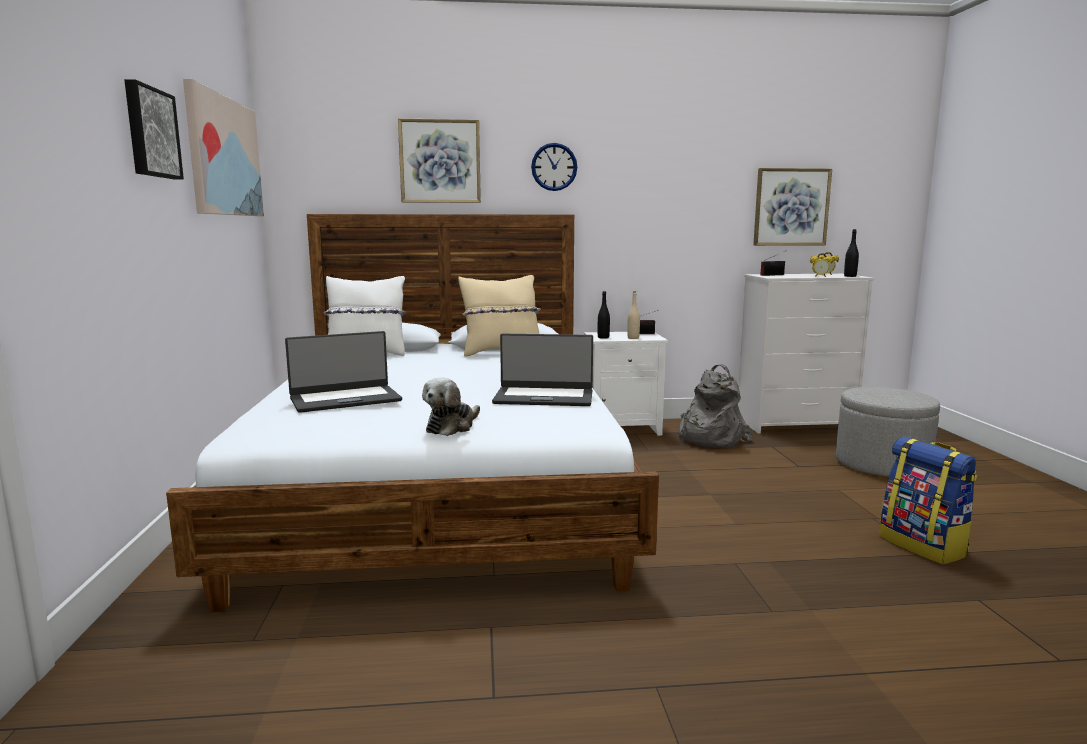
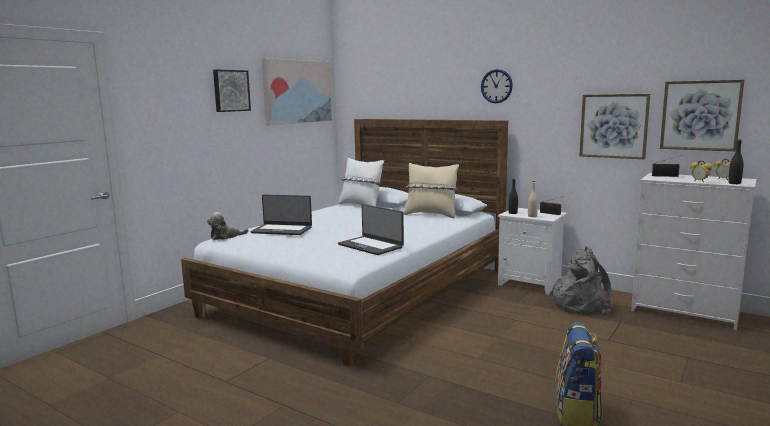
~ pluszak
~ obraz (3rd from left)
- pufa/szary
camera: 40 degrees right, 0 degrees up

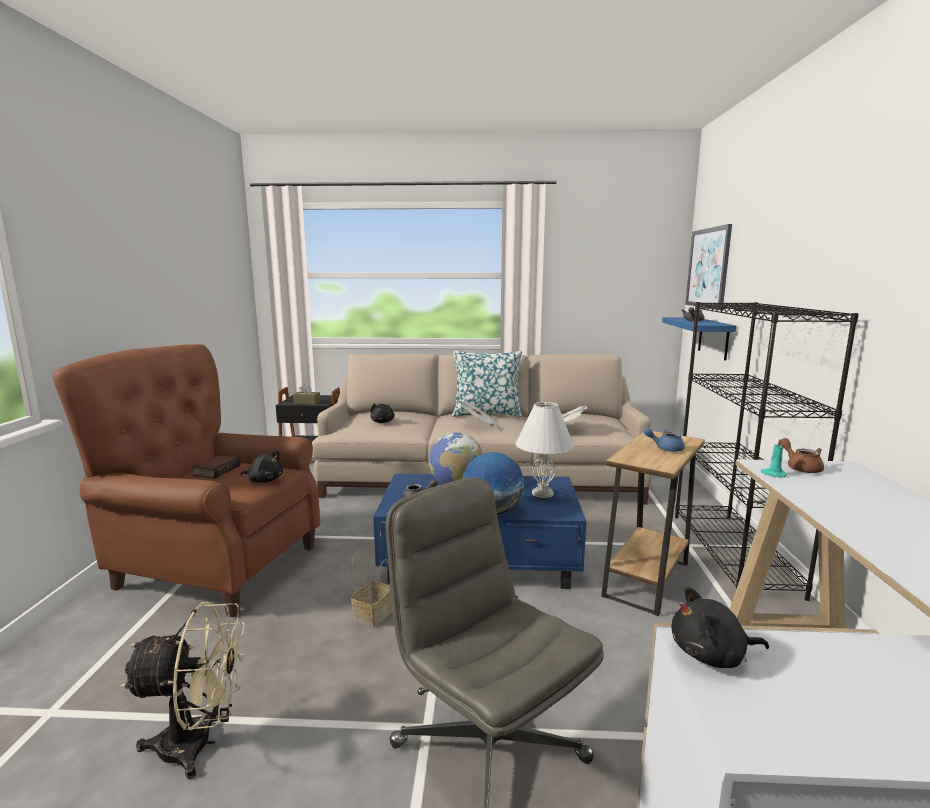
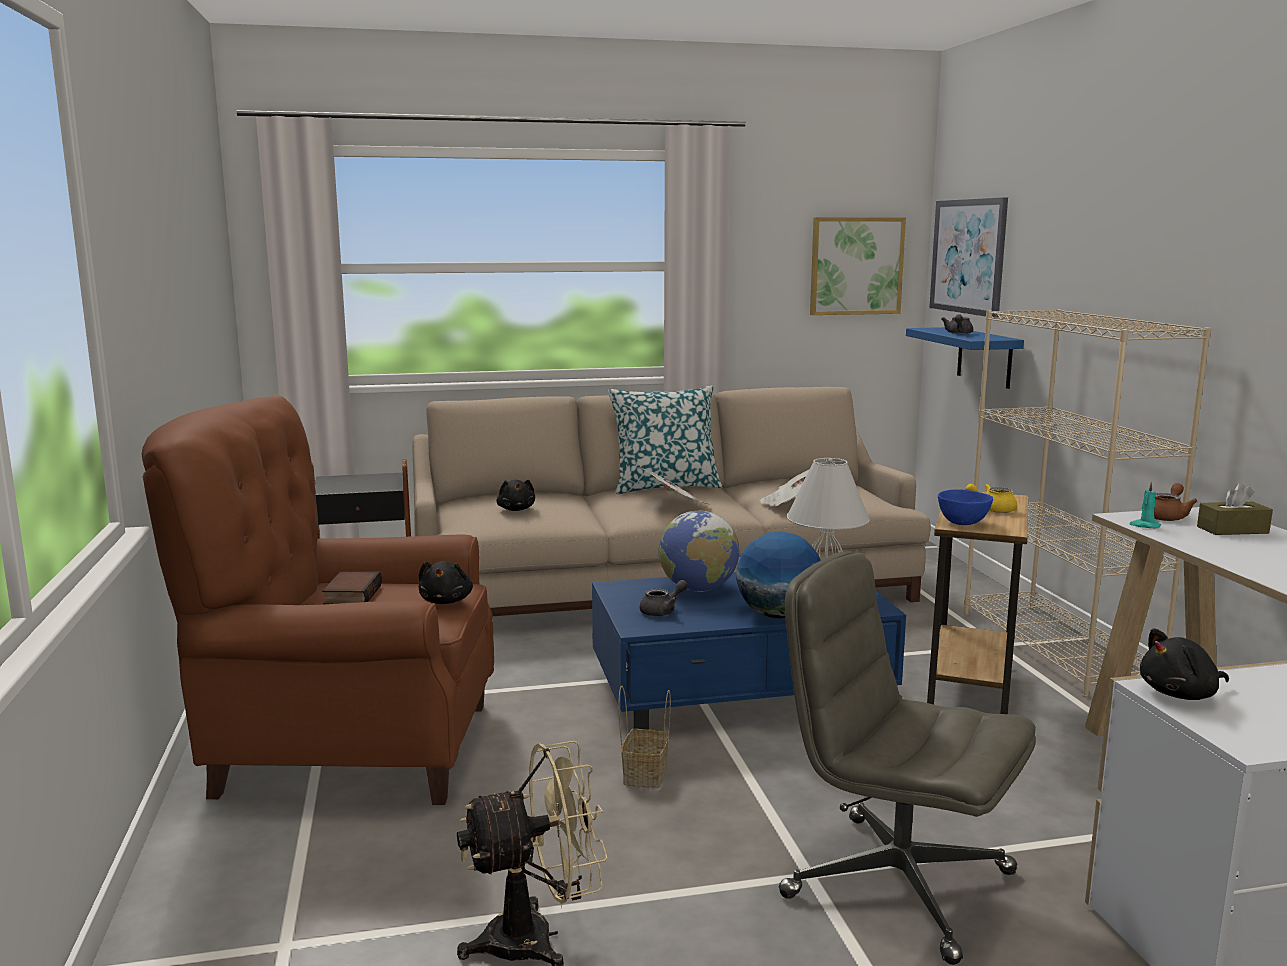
~ pluszak/czarny (1st from left) 90 degrees clockwise
+ obraz (1st from left)
+ miska/niebieski
~ regał/czarny to regał/beżowy
~ imbryk/niebieski to imbryk/żółty
~ imbryk/brązowy 75 degrees clockwise
~ pudełko chusteczek/brązowy
camera: 15 degrees left, 0 degrees up

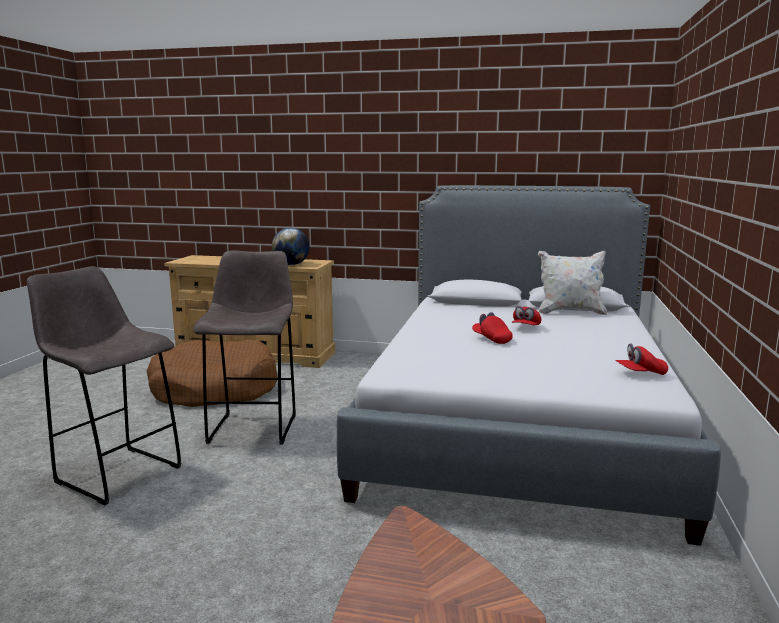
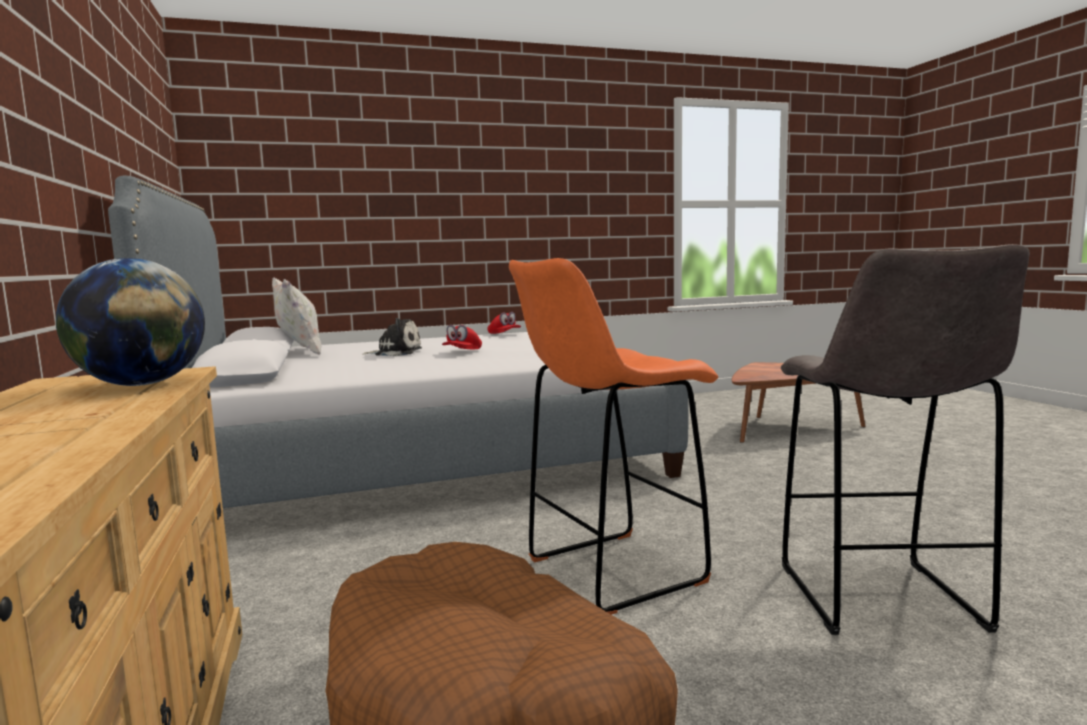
~ czapka z daszkiem/czerwony (2nd from left) to pluszak
~ stołek/szary (2nd from left) to stołek/pomarańczowy
camera: 120 degrees left, 5 degrees down

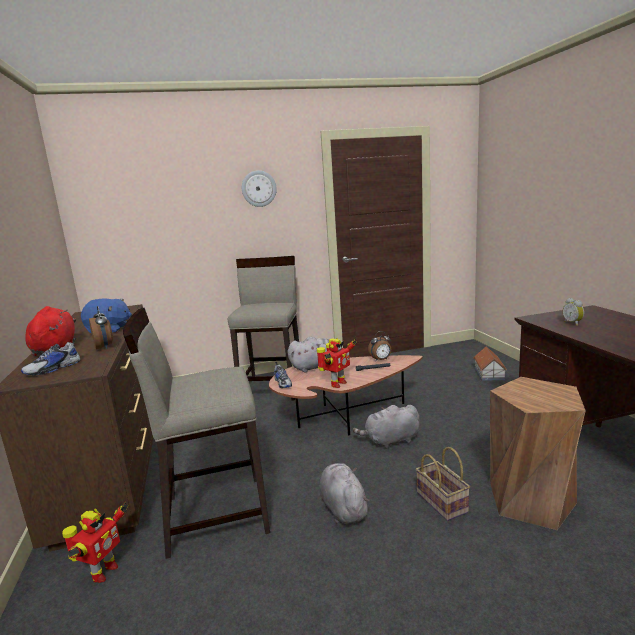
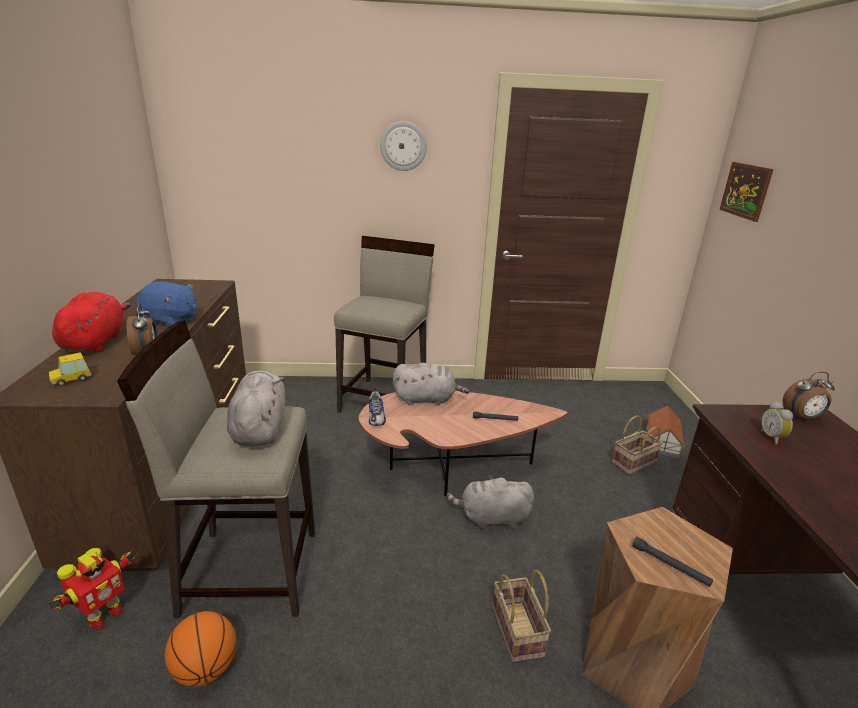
~ but (1st from left) to samochodzik
+ piłka do koszykówki
~ pluszak/szary (2nd from left in the first image) to pluszak/szary (1st from left)
+ koszyk (2nd from left)
+ latarka/czarny (2nd from left)
+ obraz
~ budzik (2nd from left in the first image) to budzik (3rd from left)
- robot zabawkowy (2nd from left)
camera: 10 degrees right, 10 degrees up

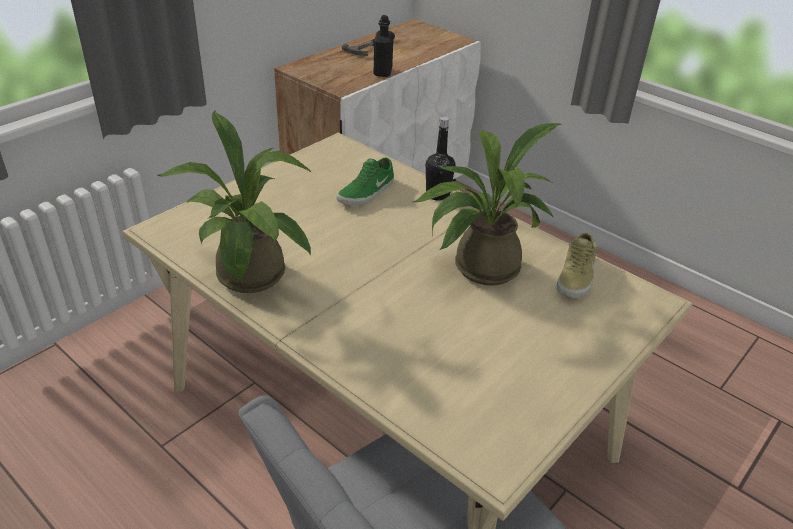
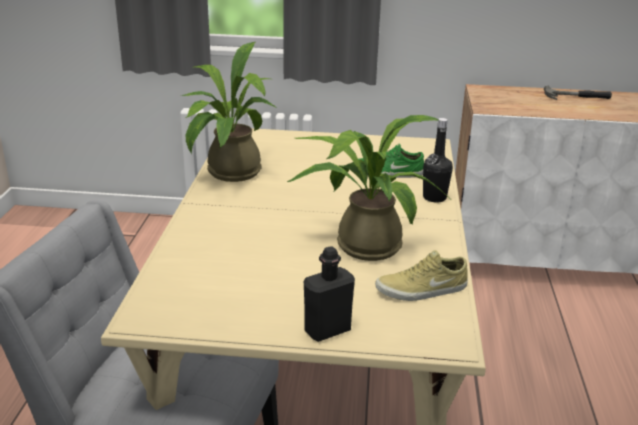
~ butelka/czarny (1st from left)
camera: 55 degrees right, 10 degrees down

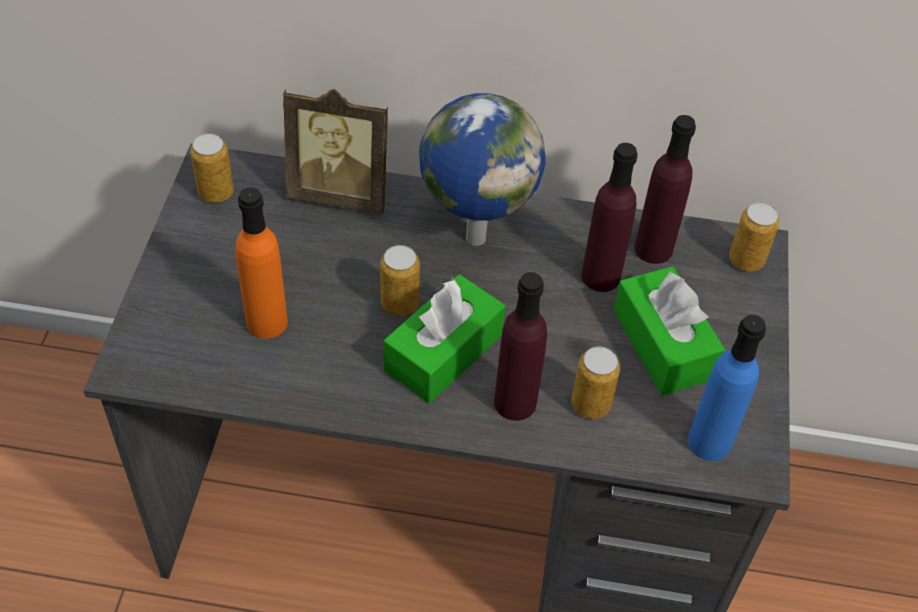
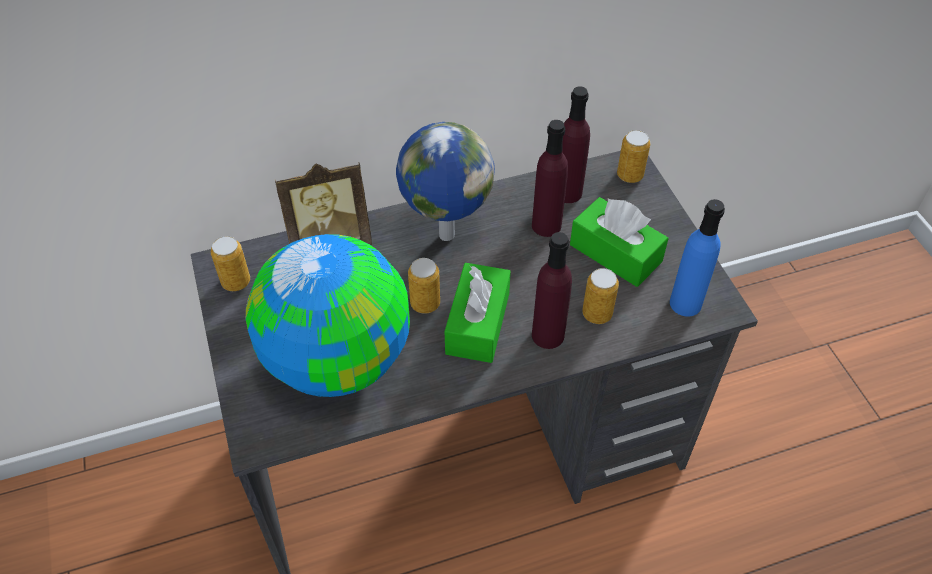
~ butelka/pomarańczowy to globus (1st from left)
camera: 25 degrees left, 0 degrees up

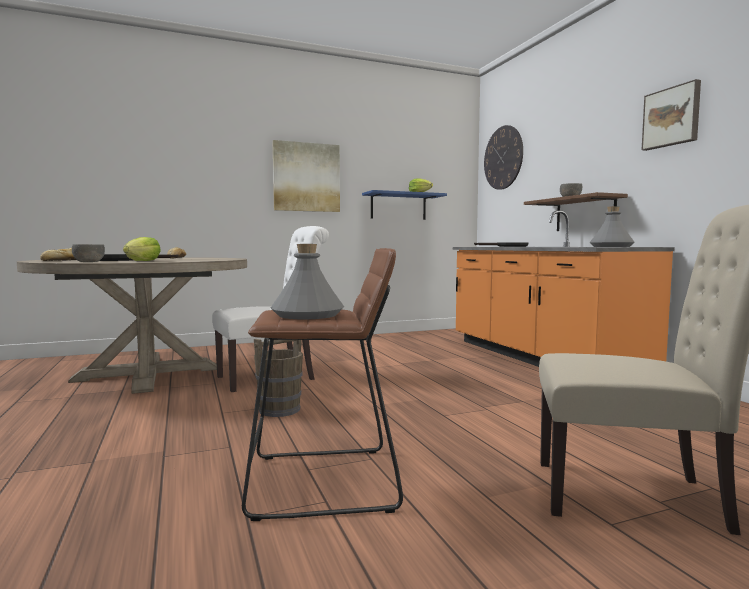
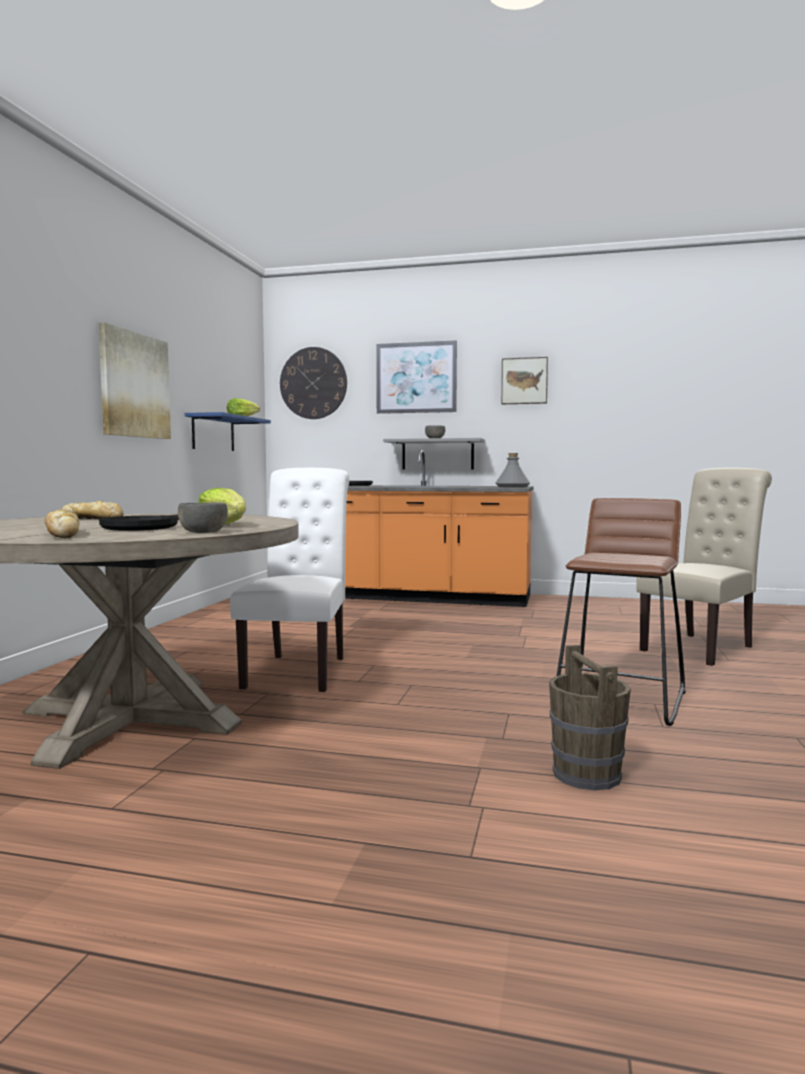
+ obraz (2nd from left)
~ półka/brązowy to półka/szary
~ wiadro/brązowy
- butelka/szary (1st from left)
camera: 55 degrees left, 0 degrees up

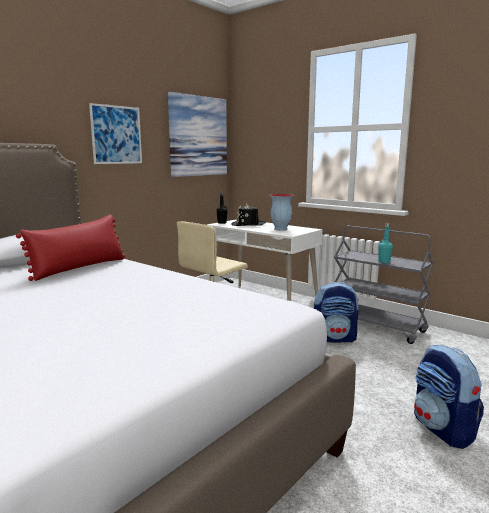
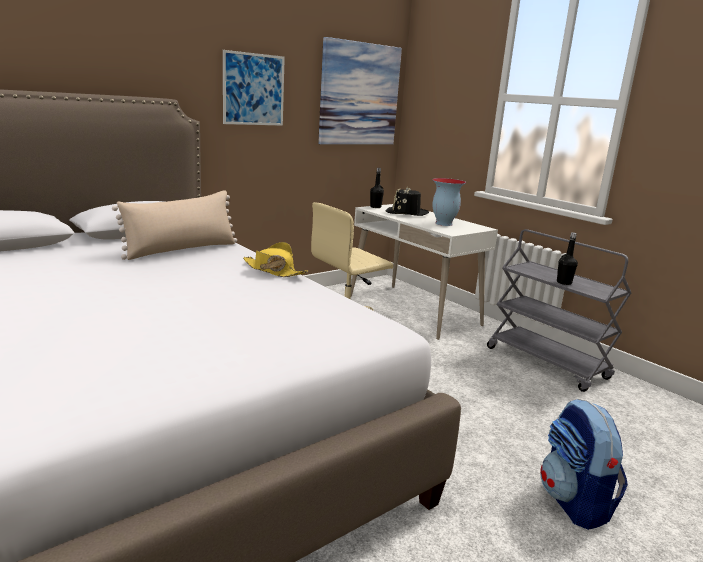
~ poduszka/czerwony to poduszka/beżowy
+ kapelusz/żółty
~ butelka/turkusowy to butelka/czarny (2nd from left)
- plecak (1st from left)
camera: 10 degrees right, 5 degrees up

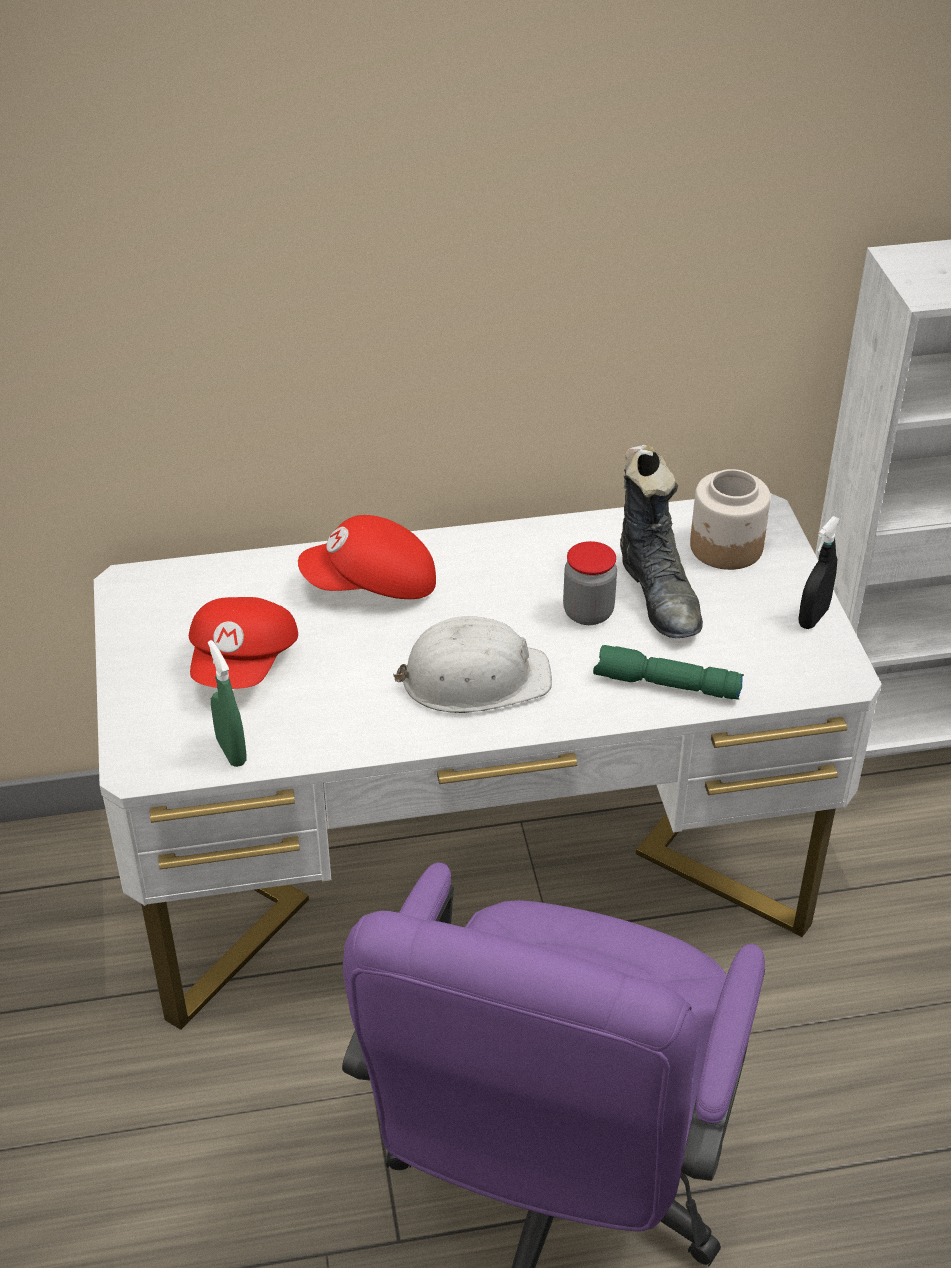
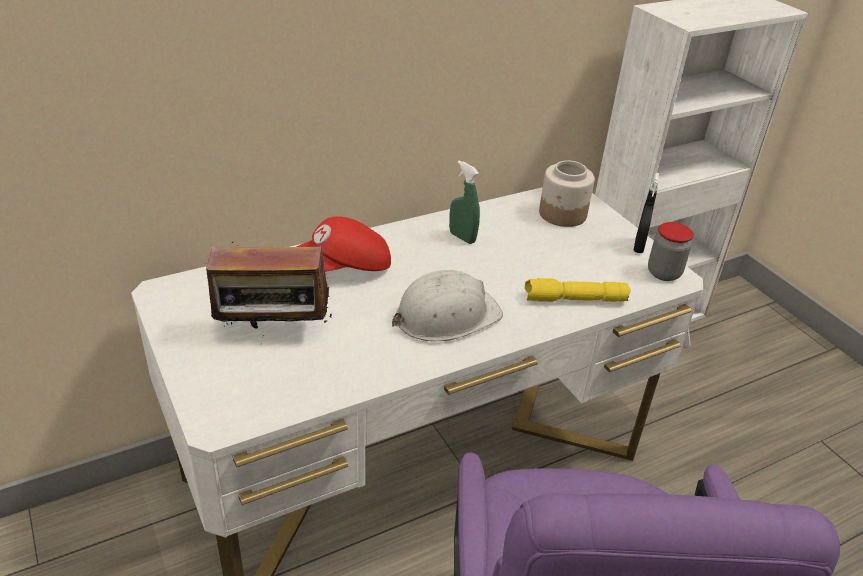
~ czapka z daszkiem/czerwony (1st from left) to radio
~ spryskiwacz/zielony
~ latarka/zielony to latarka/żółty
~ słoik (1st from left in the first image) to słoik (2nd from left)
- but z cholewką/czarny
camera: 20 degrees left, 5 degrees down

